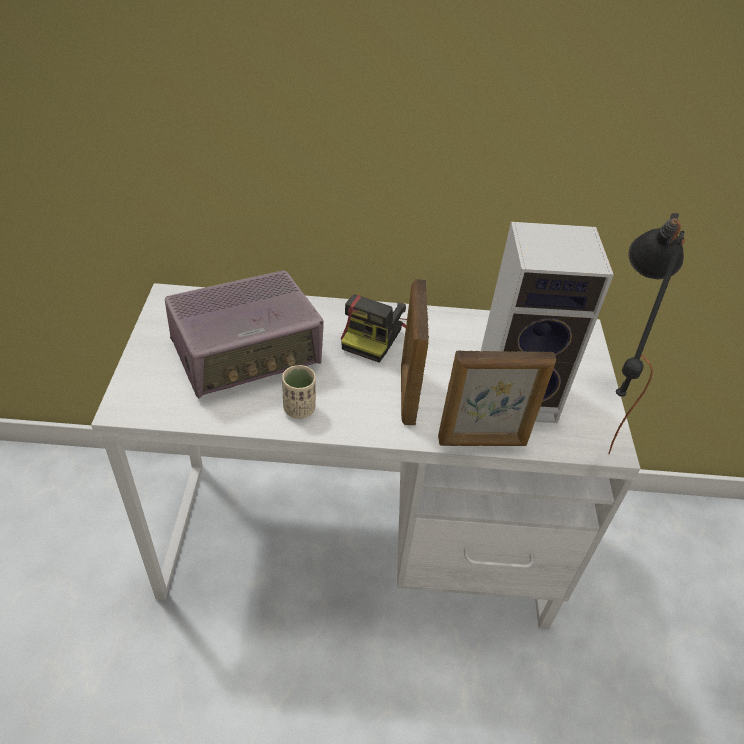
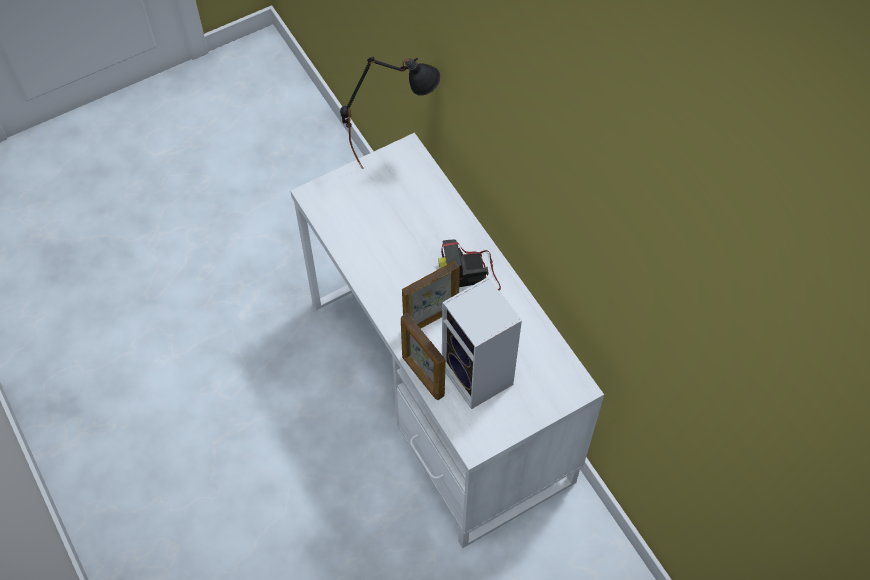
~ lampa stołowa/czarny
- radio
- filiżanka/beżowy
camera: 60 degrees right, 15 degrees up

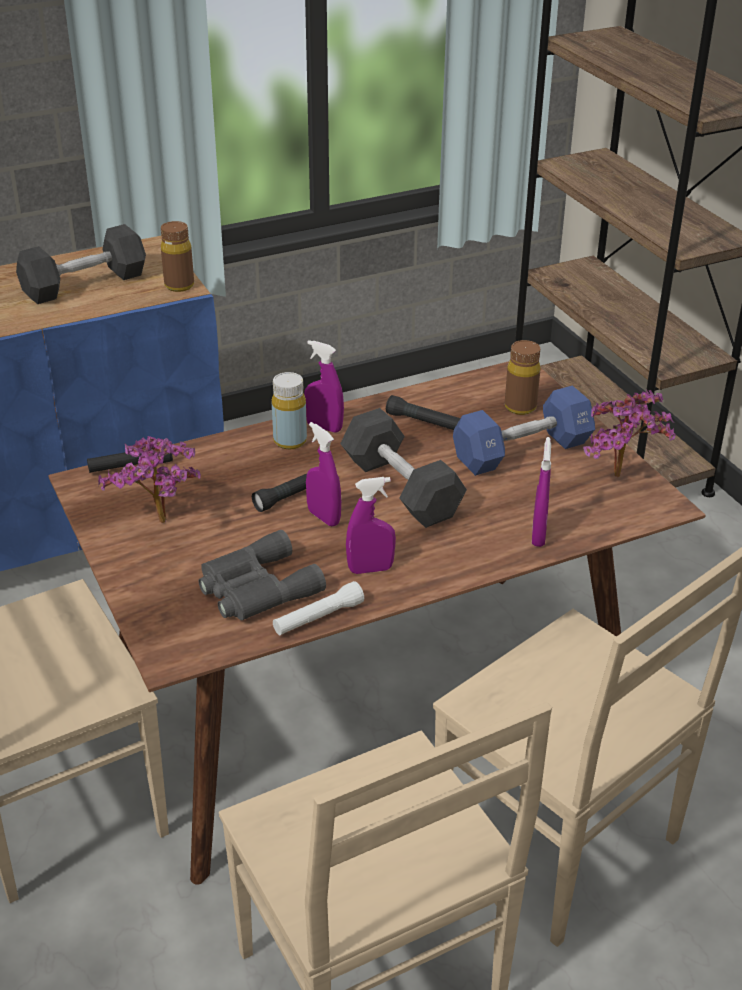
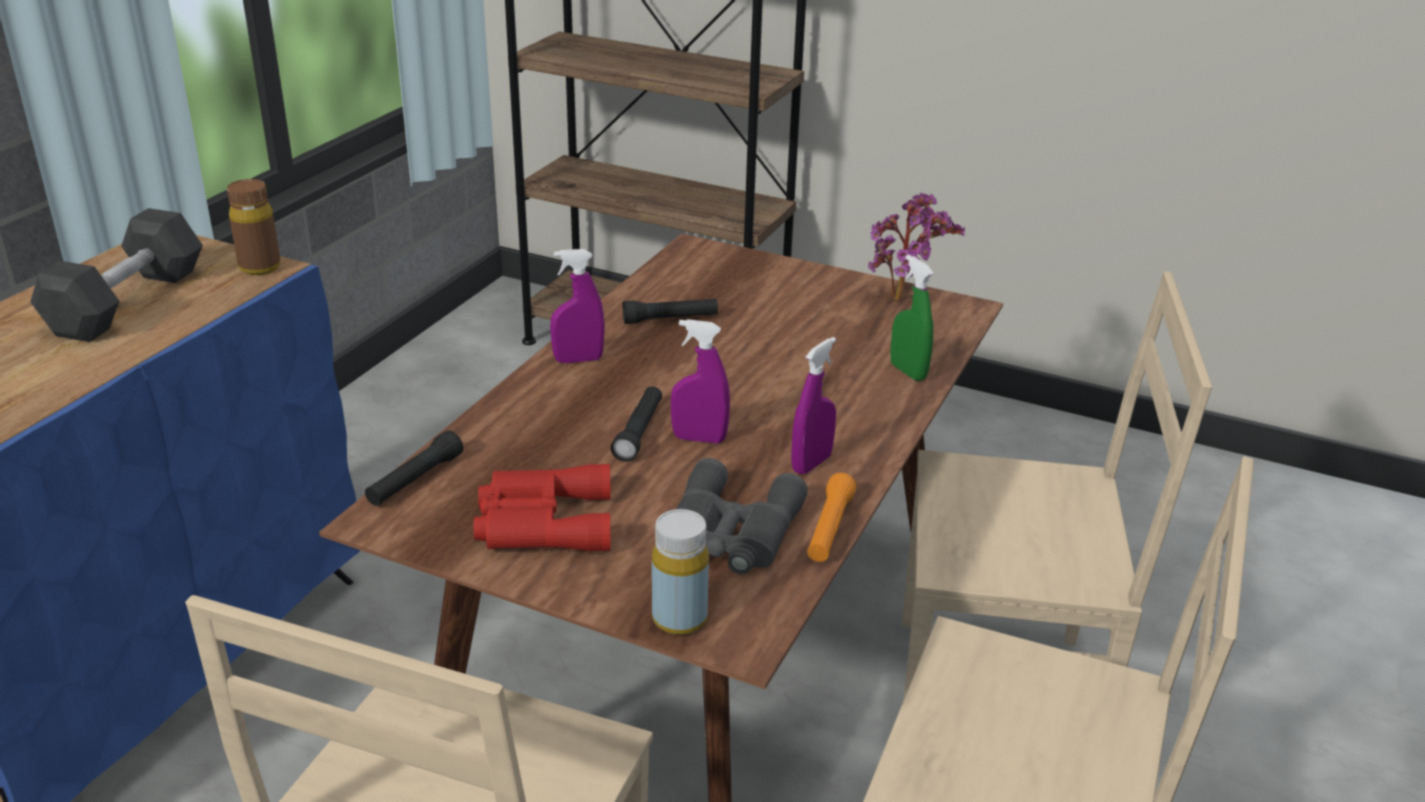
~ roślina doniczkowa (1st from left) to lornetka/czerwony
~ butelka/żółty
~ latarka/biały to latarka/pomarańczowy
~ spryskiwacz/fioletowy (4th from left) to spryskiwacz/zielony
- hantel/czarny (2nd from left)
- hantel/niebieski
- butelka/brązowy (2nd from left)
camera: 40 degrees left, 5 degrees down

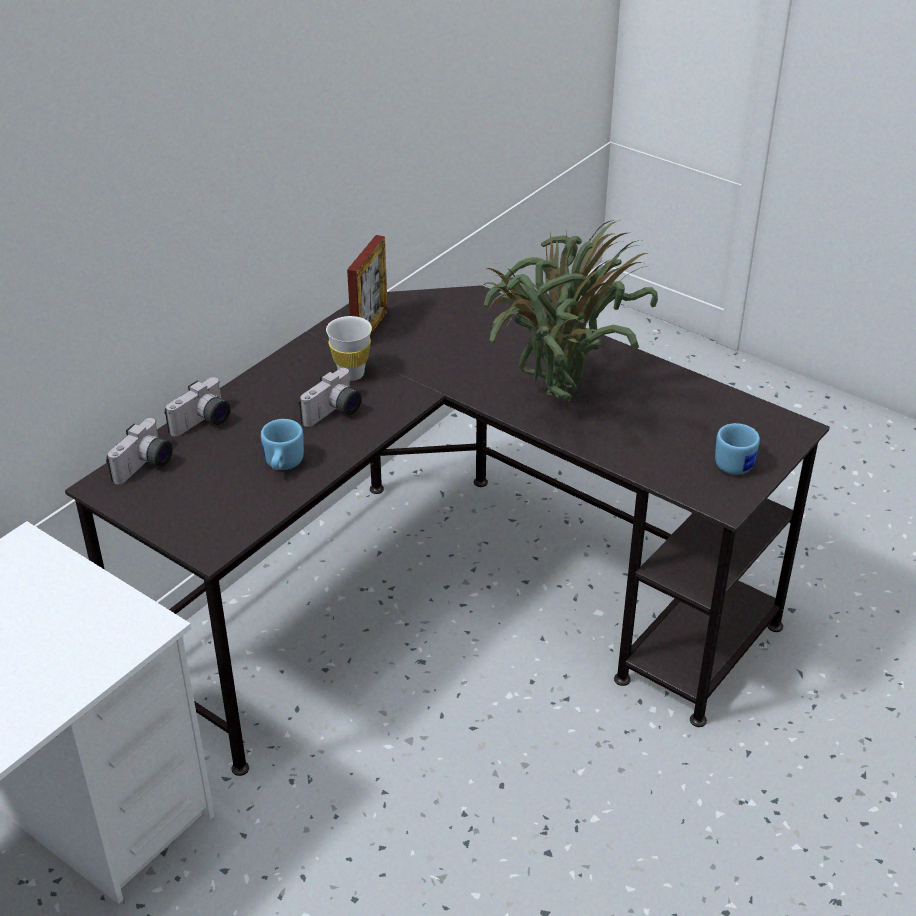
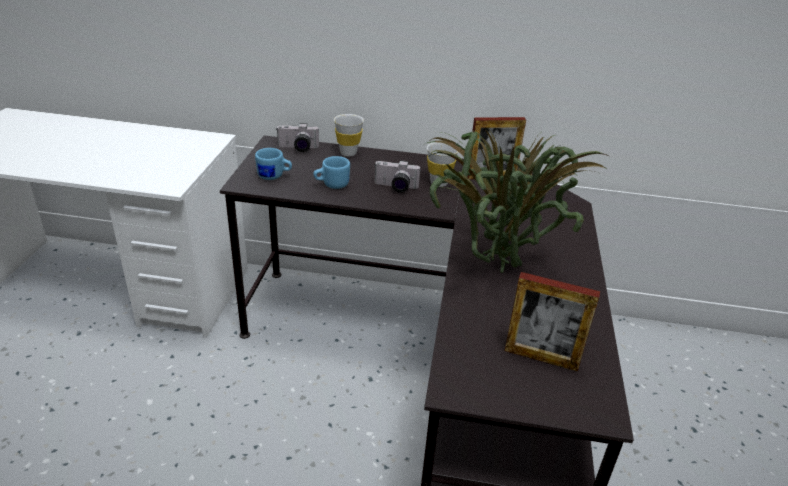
~ kubek/niebieski (2nd from left in the first image) to kubek/niebieski (1st from left)
~ aparat fotograficzny (2nd from left) to filiżanka/biały (1st from left)
+ ramka na zdjęcie (2nd from left)
camera: 60 degrees right, 5 degrees down

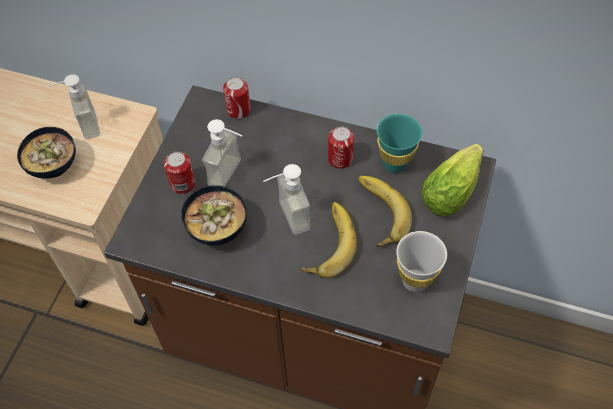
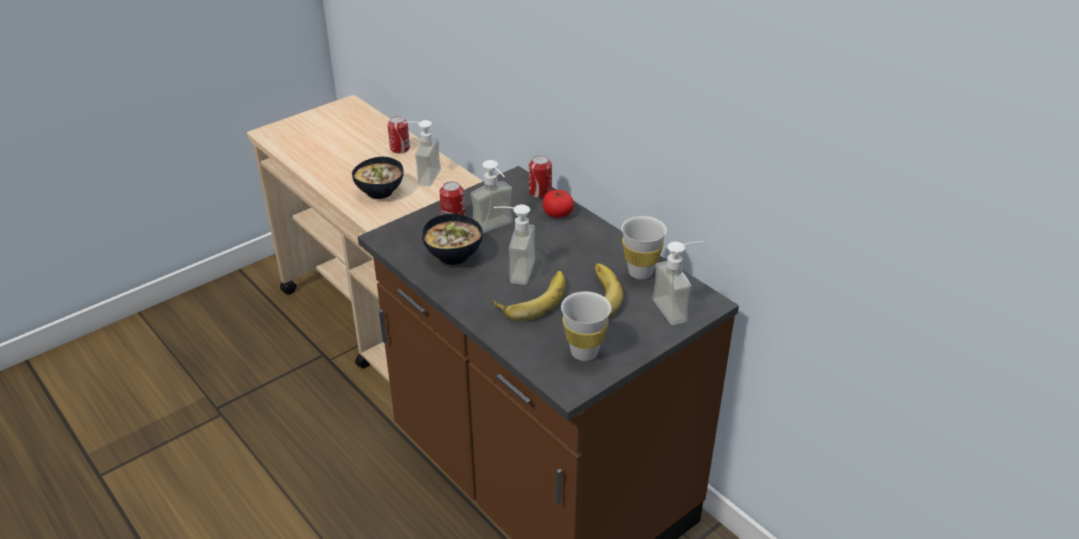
~ puszka (3rd from left in the first image) to puszka (1st from left)
+ pomidor
~ filiżanka/turkusowy to filiżanka/biały (2nd from left)
~ sałata to dozownik mydła (4th from left)
camera: 30 degrees right, 20 degrees down

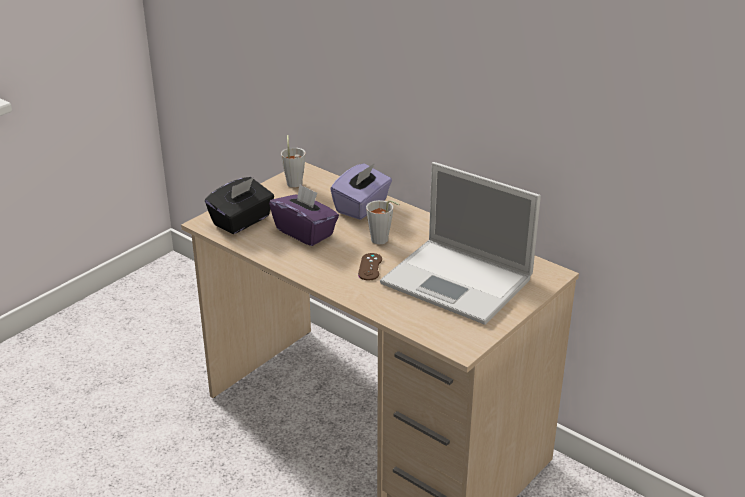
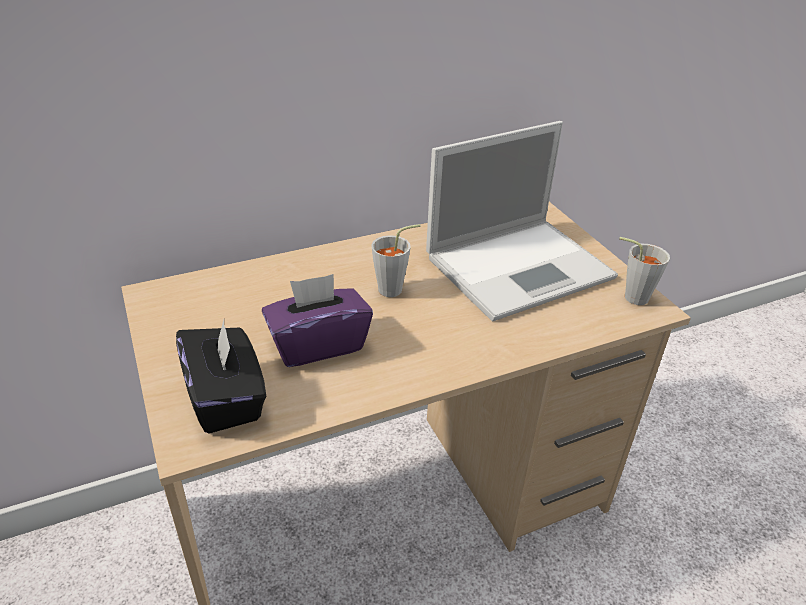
~ filiżanka/szary (1st from left in the first image) to filiżanka/szary (2nd from left)
- pudełko chusteczek/fioletowy (2nd from left)
- pad do gier/brązowy
camera: 65 degrees left, 5 degrees up

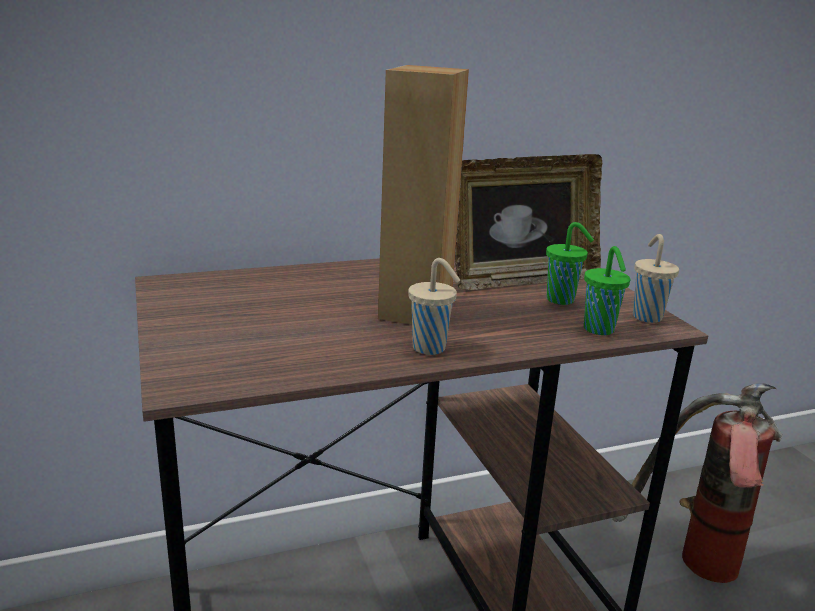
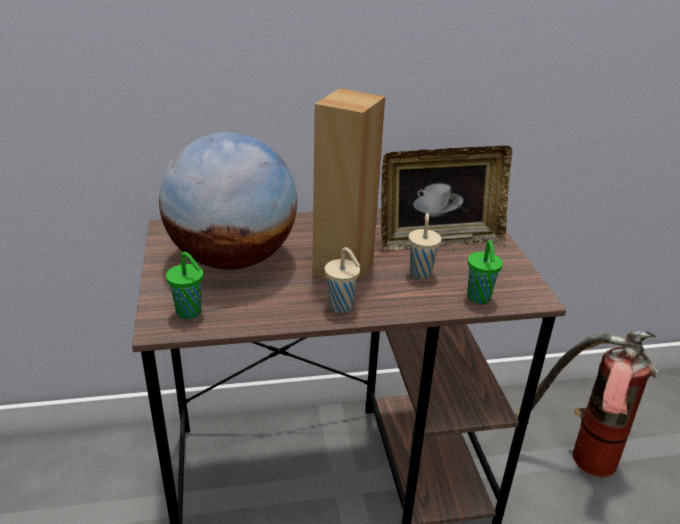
+ globus
~ filiżanka/zielony (1st from left)
~ filiżanka/beżowy (2nd from left)
camera: 10 degrees right, 10 degrees up

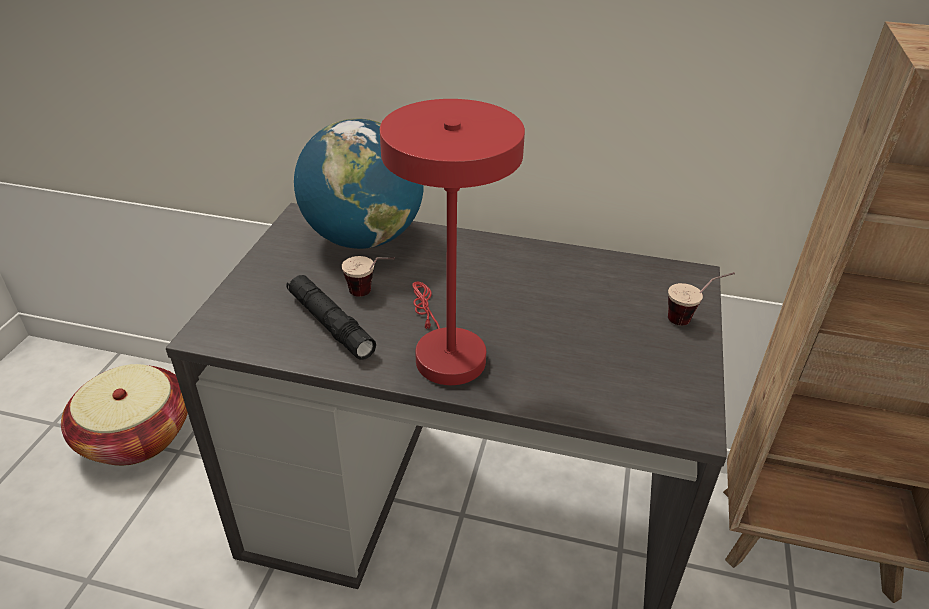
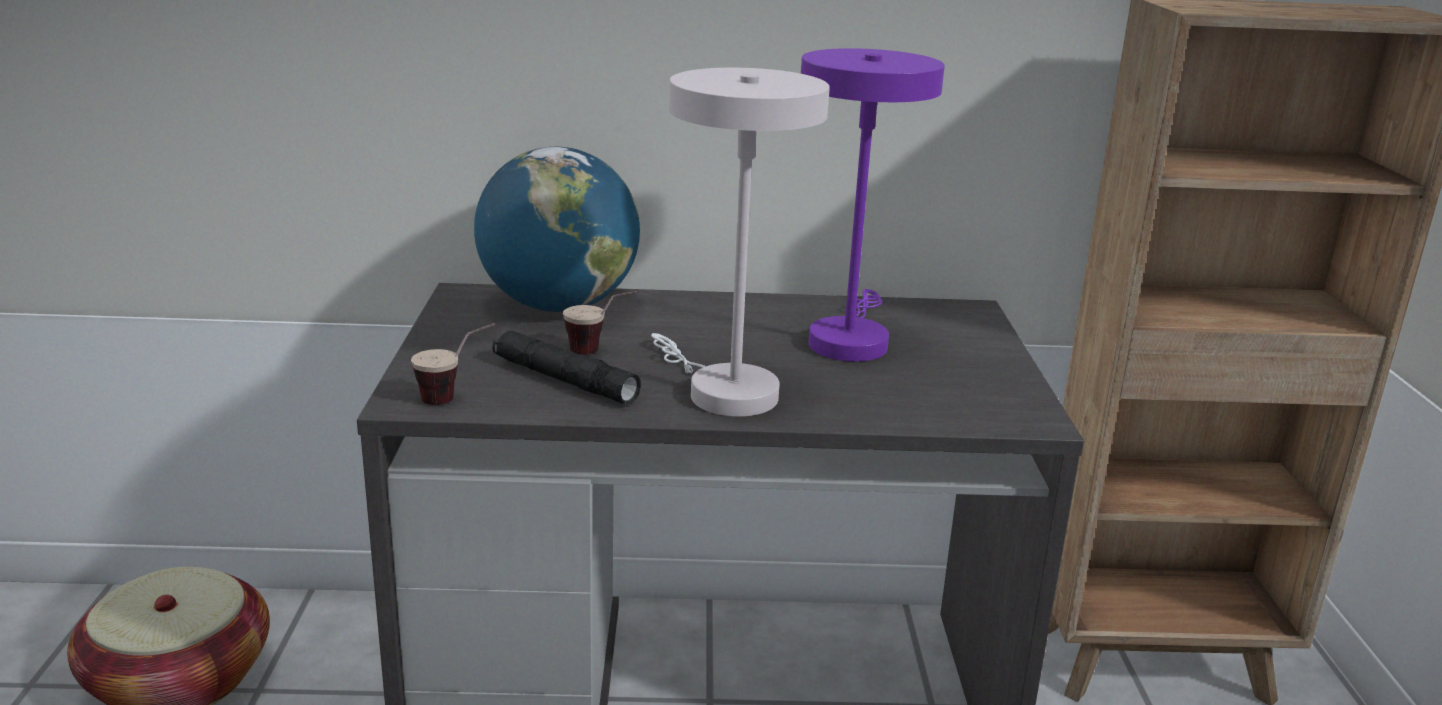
~ filiżanka (2nd from left in the first image) to filiżanka (1st from left)
~ lampa stołowa/czerwony to lampa stołowa/biały
+ lampa stołowa/fioletowy
camera: 15 degrees left, 15 degrees down

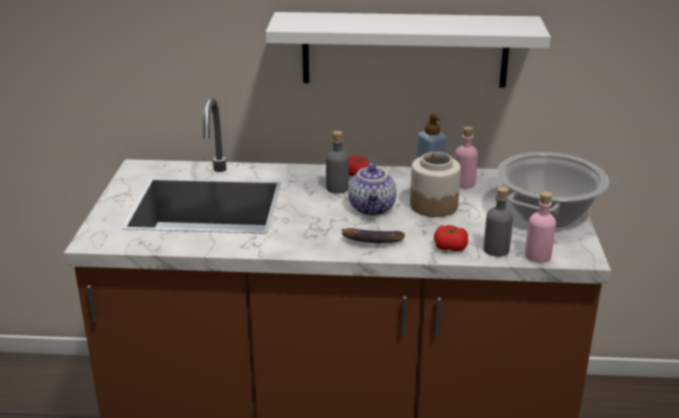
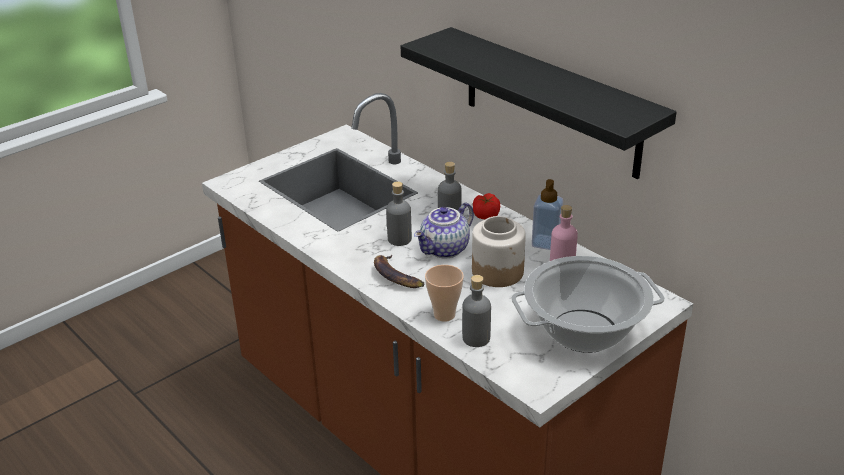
+ butelka/szary (1st from left)
~ półka/biały to półka/czarny
~ pomidor (2nd from left) to filiżanka
- butelka/różowy (2nd from left)
camera: 45 degrees right, 5 degrees up

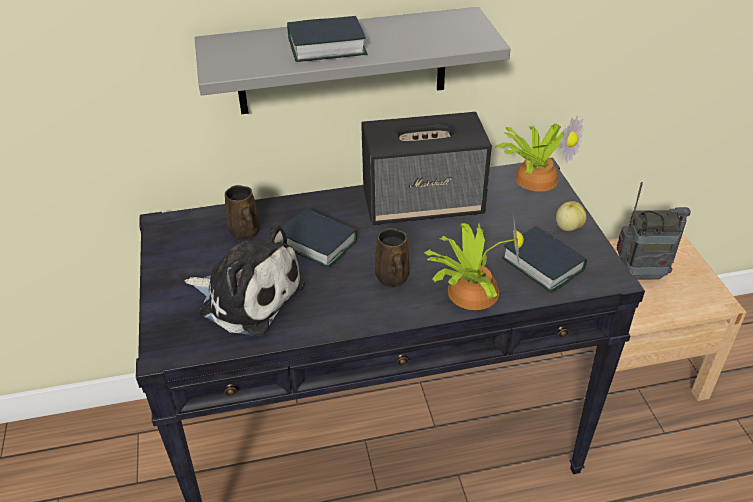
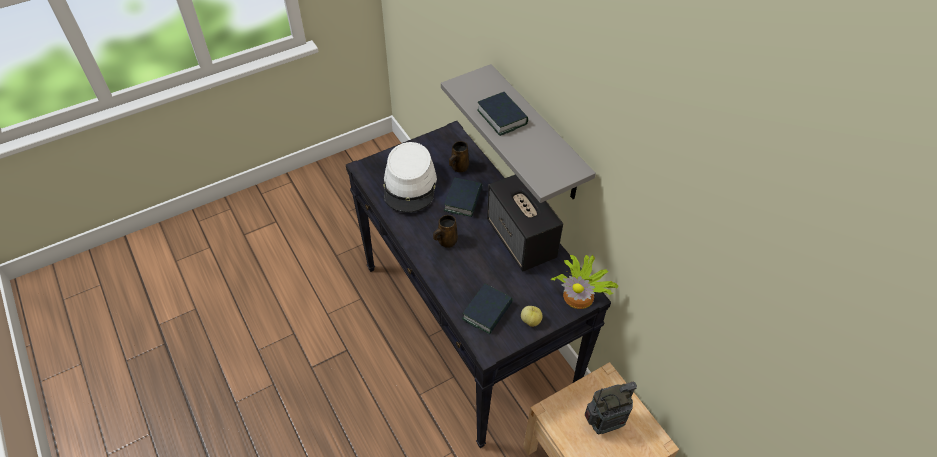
~ pluszak to kapelusz/biały
~ radio 90 degrees counterclockwise
- roślina doniczkowa (1st from left)
camera: 70 degrees right, 10 degrees up

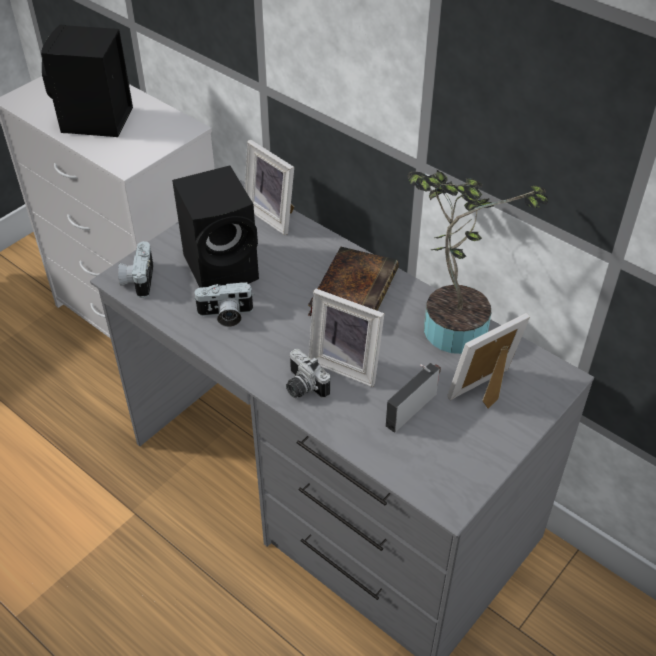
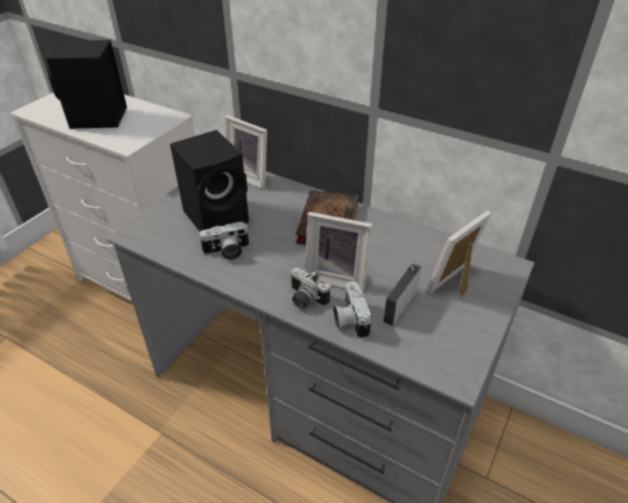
~ aparat fotograficzny (1st from left in the first image) to aparat fotograficzny (3rd from left)
- roślina doniczkowa
camera: 10 degrees left, 5 degrees down

